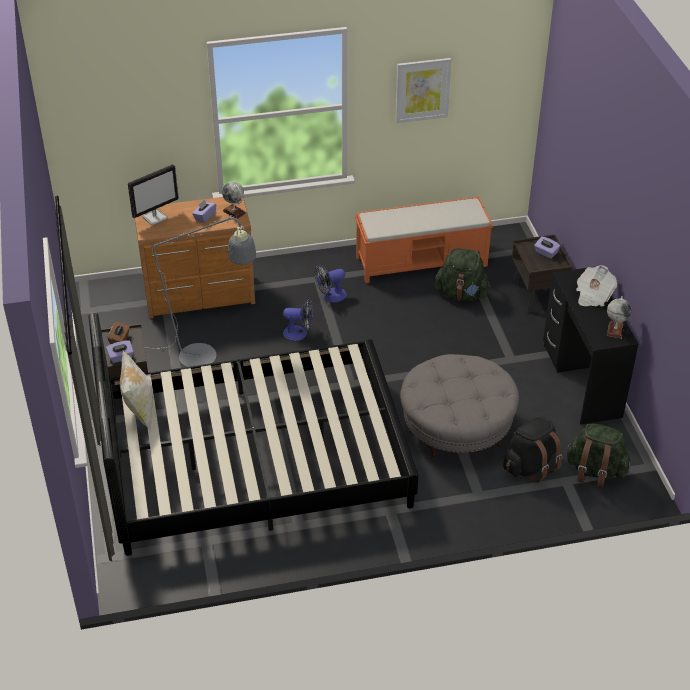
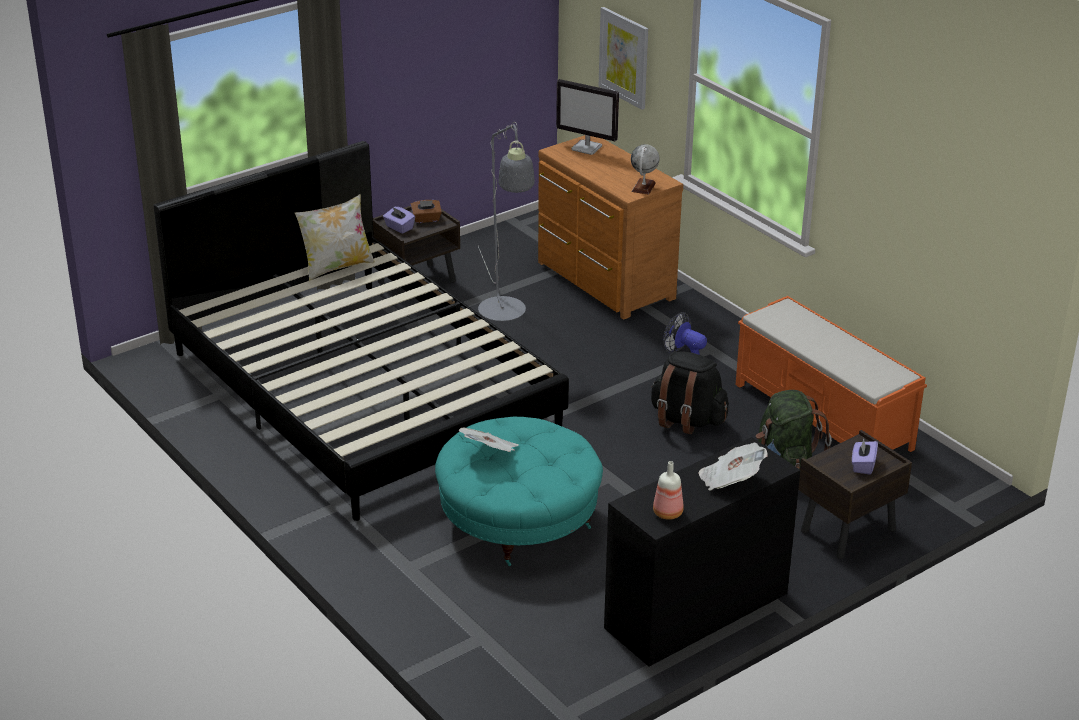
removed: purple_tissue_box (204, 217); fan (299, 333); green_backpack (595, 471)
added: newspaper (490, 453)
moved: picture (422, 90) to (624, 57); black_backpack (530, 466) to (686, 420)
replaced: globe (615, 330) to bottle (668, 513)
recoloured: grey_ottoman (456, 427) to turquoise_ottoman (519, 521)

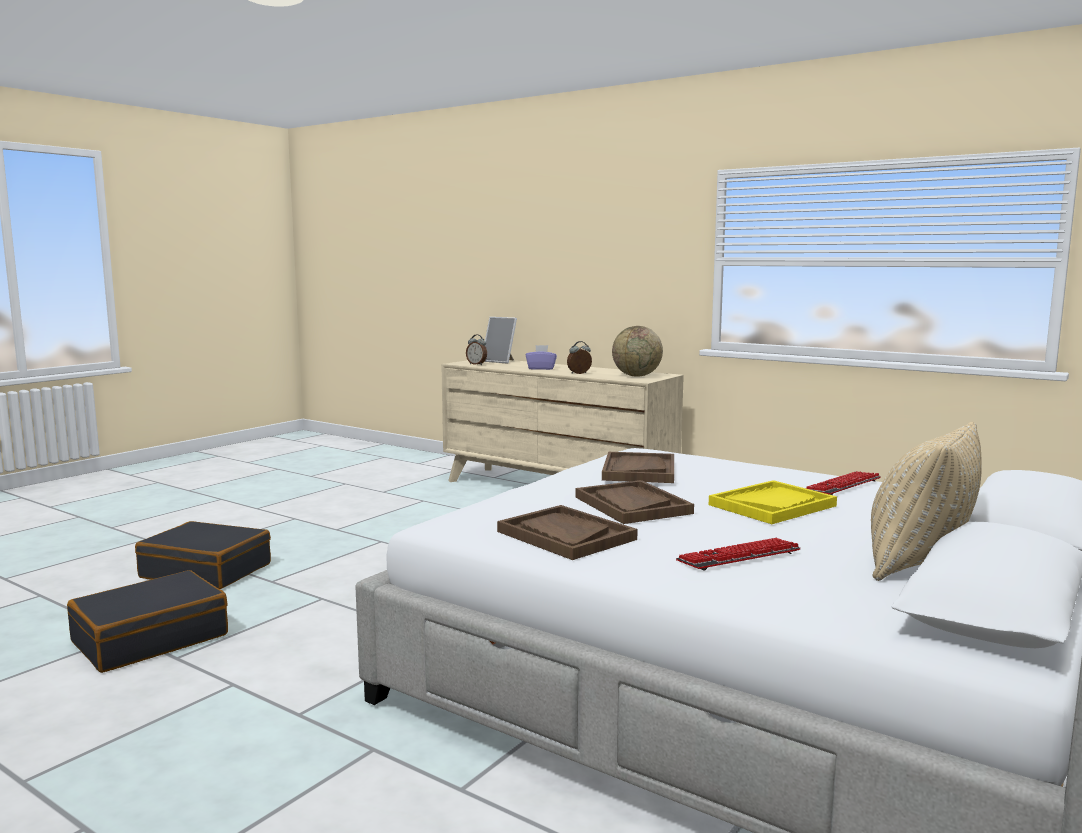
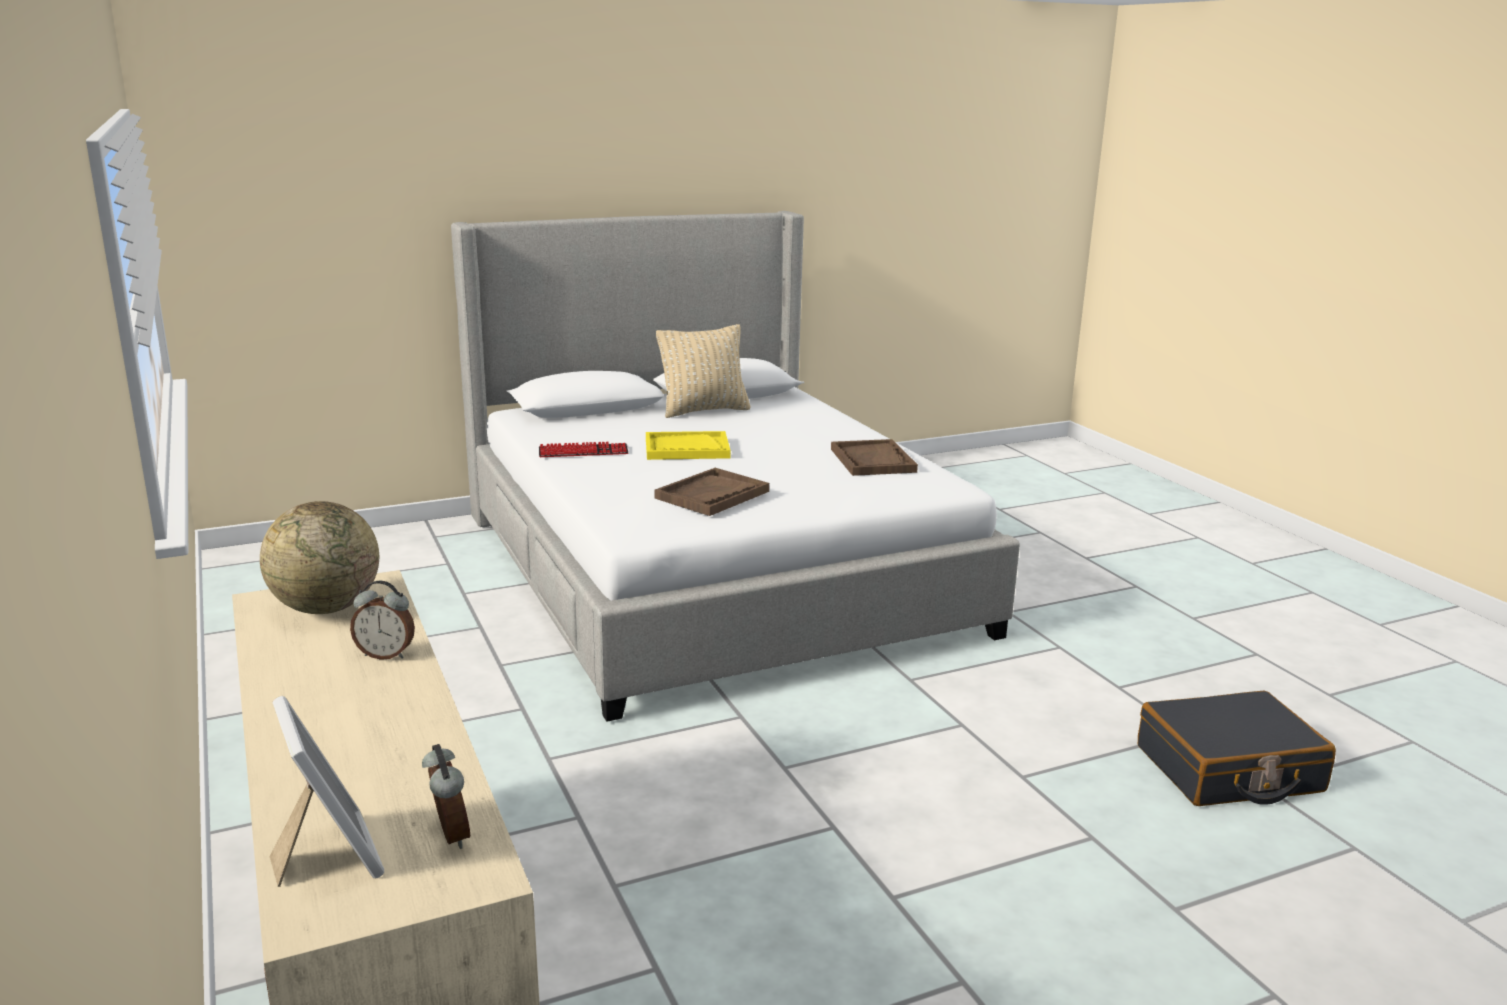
removed: black_suitcase (206, 571); purple_tissue_box (541, 368); brown_tray (632, 505); keyboard (738, 557)

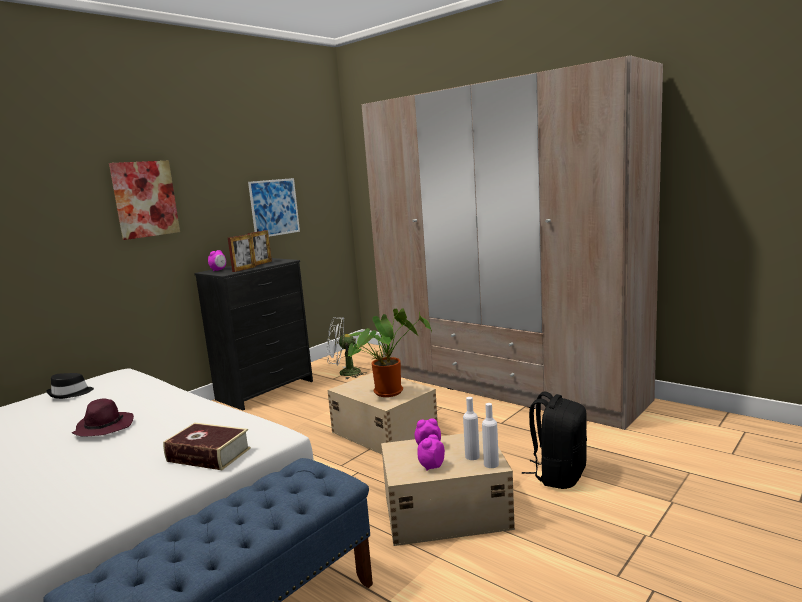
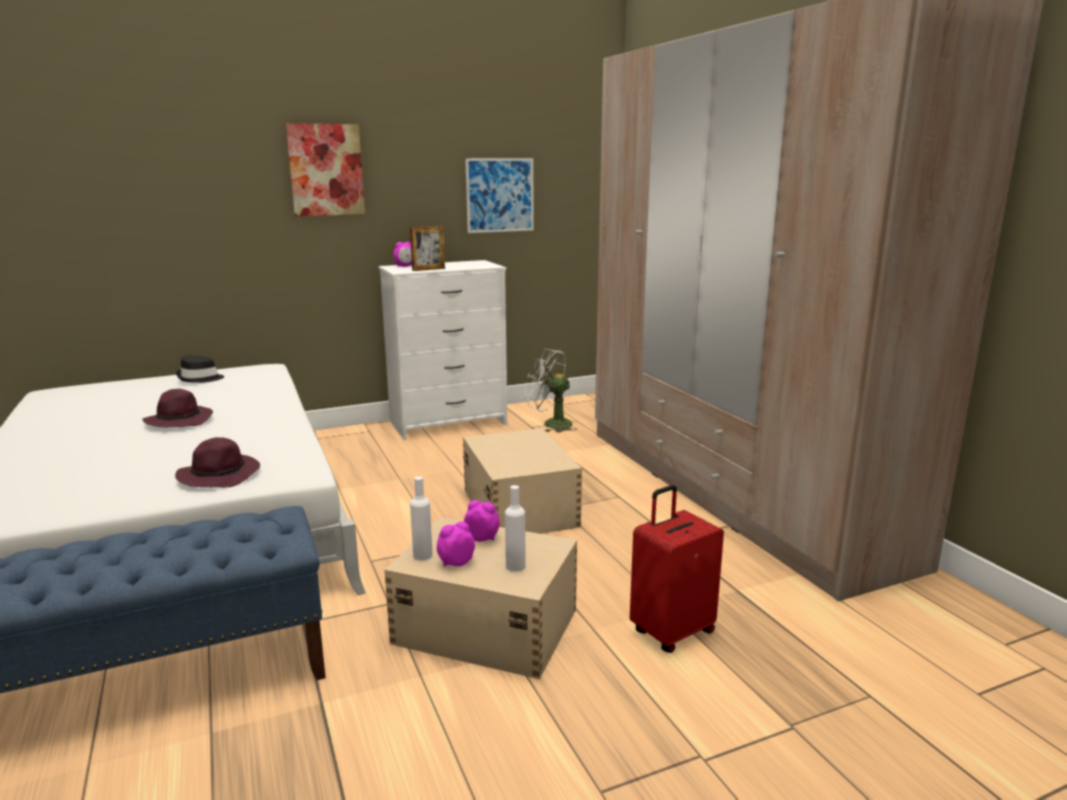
removed: picture_frame (261, 263); potted_plant (390, 391)
moved: white_bottle (491, 464) to (422, 555)
replaced: book (208, 455) to purple_hat (220, 475); black_backpack (558, 475) to red_suitcase (671, 631)
recoloured: black_dresser (265, 390) to white_dresser (448, 423)

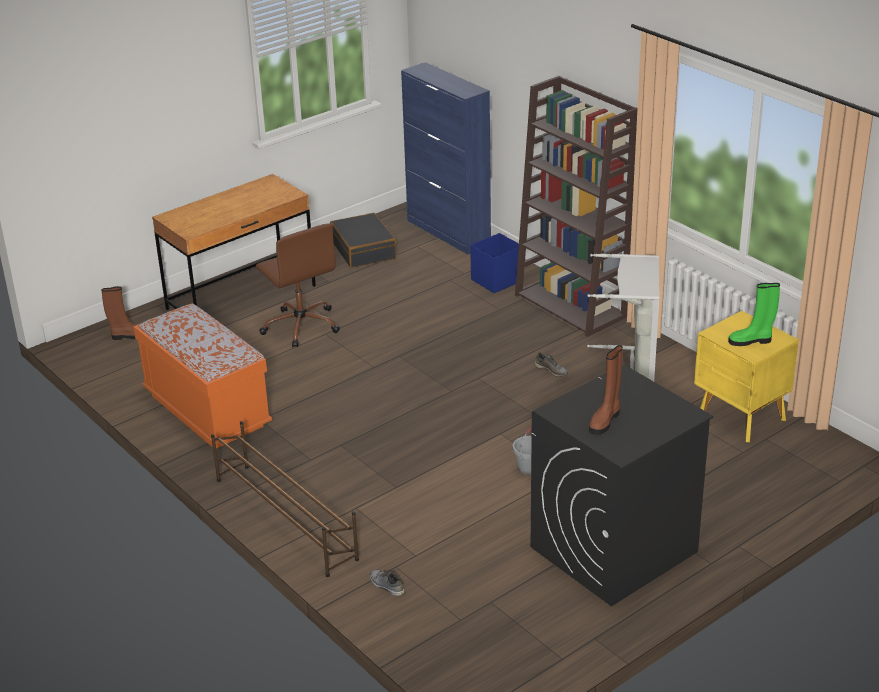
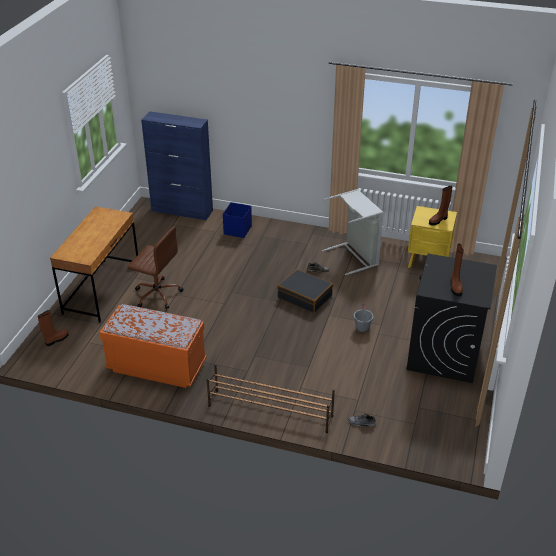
removed: brown_bookcase (572, 306)
moved: black_suitcase (364, 250) to (305, 296)
recoloured: green_boot (751, 341) to brown_boot (438, 220)

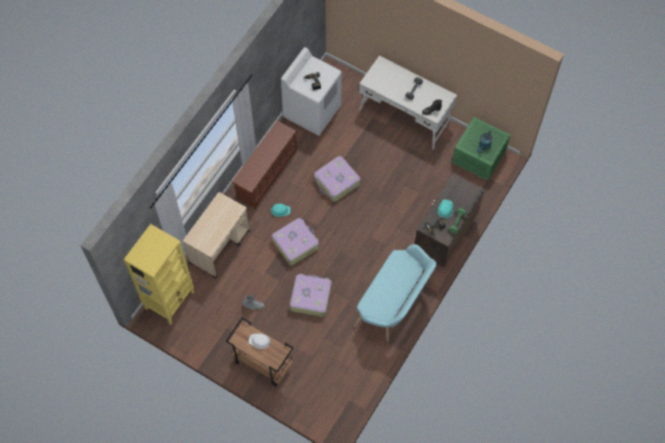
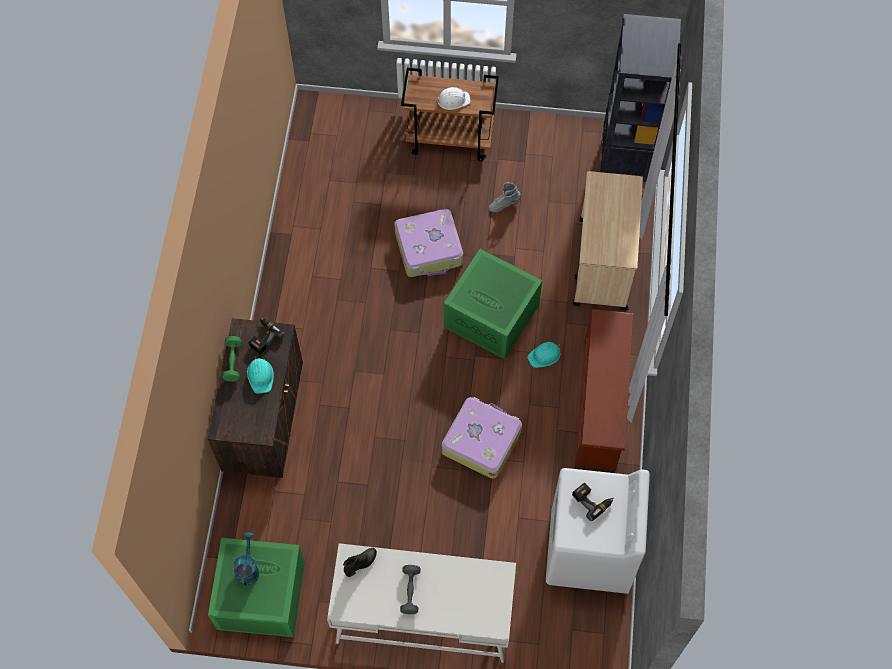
removed: turquoise_bench (394, 304)
replaced: suitcase (295, 243) to green_storage_box (493, 315)
recoloured: yellow_bookcase (170, 300) to black_bookcase (624, 165)

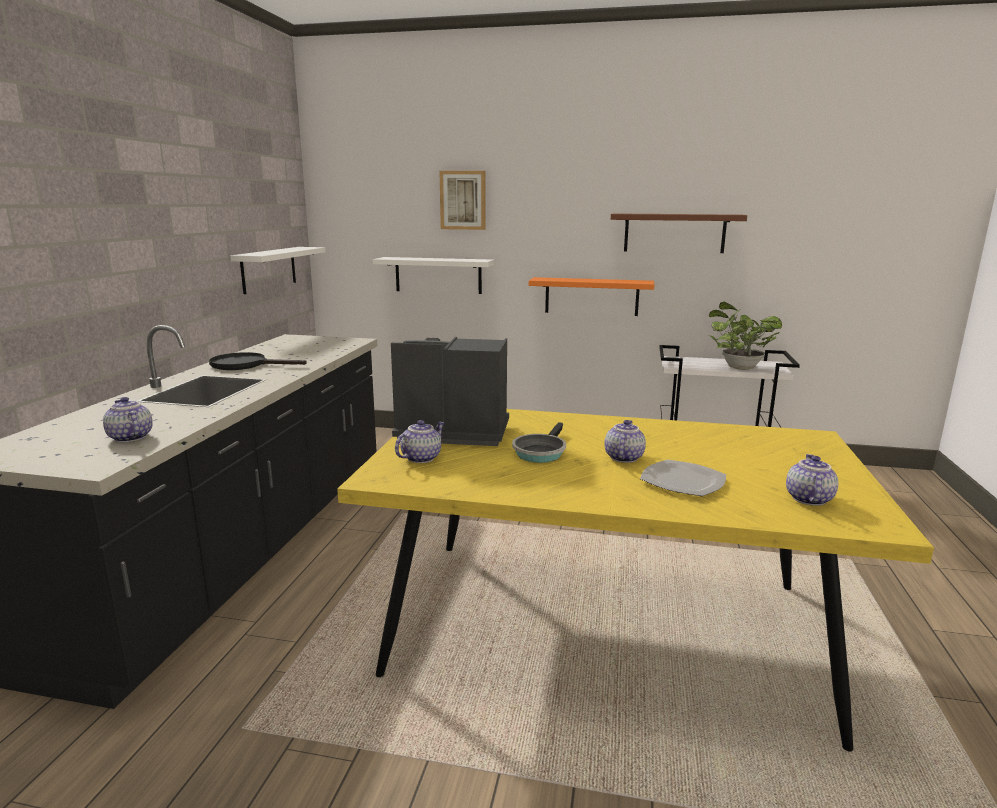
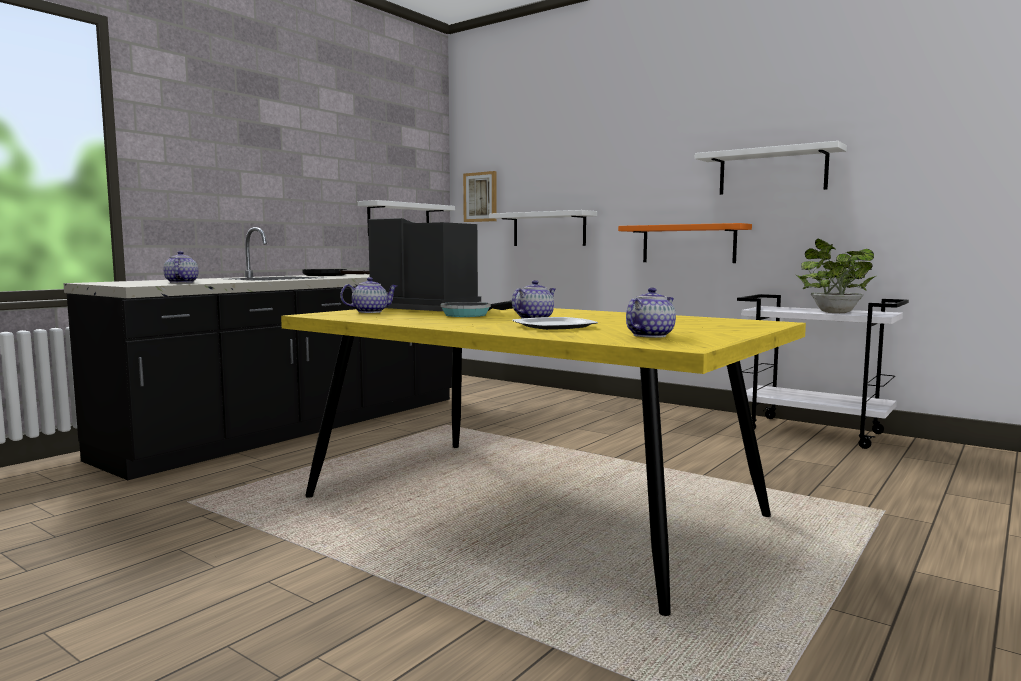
moved: picture (463, 200) to (480, 197)
recoloured: brown_shelf (674, 233) to white_shelf (772, 171)

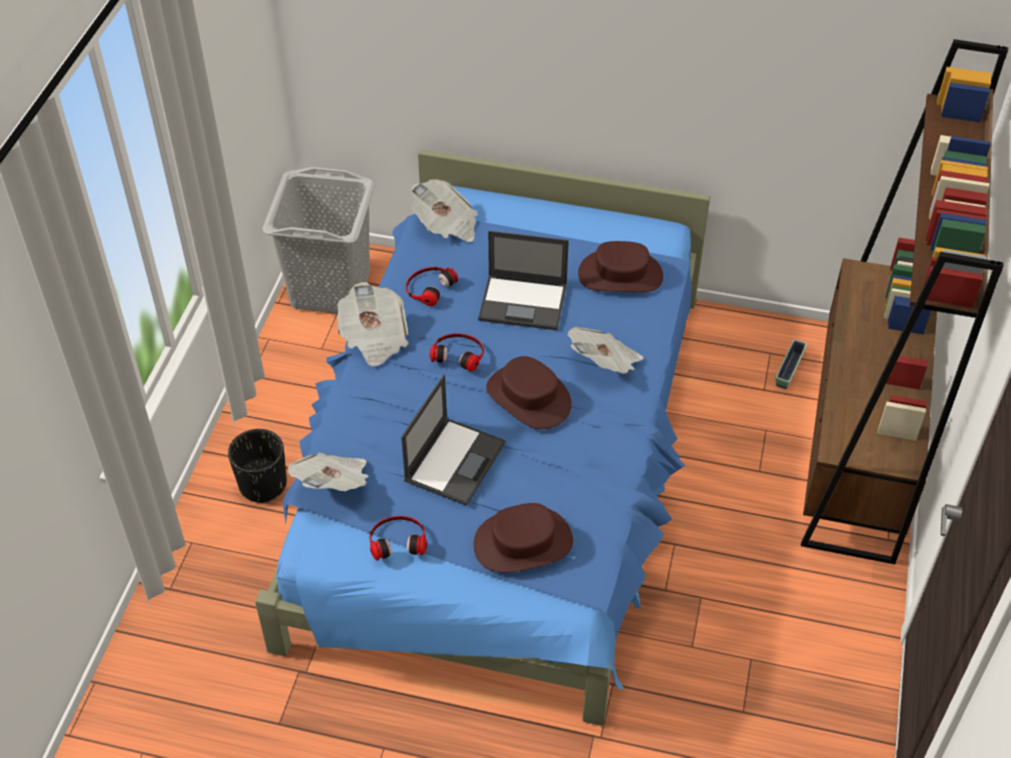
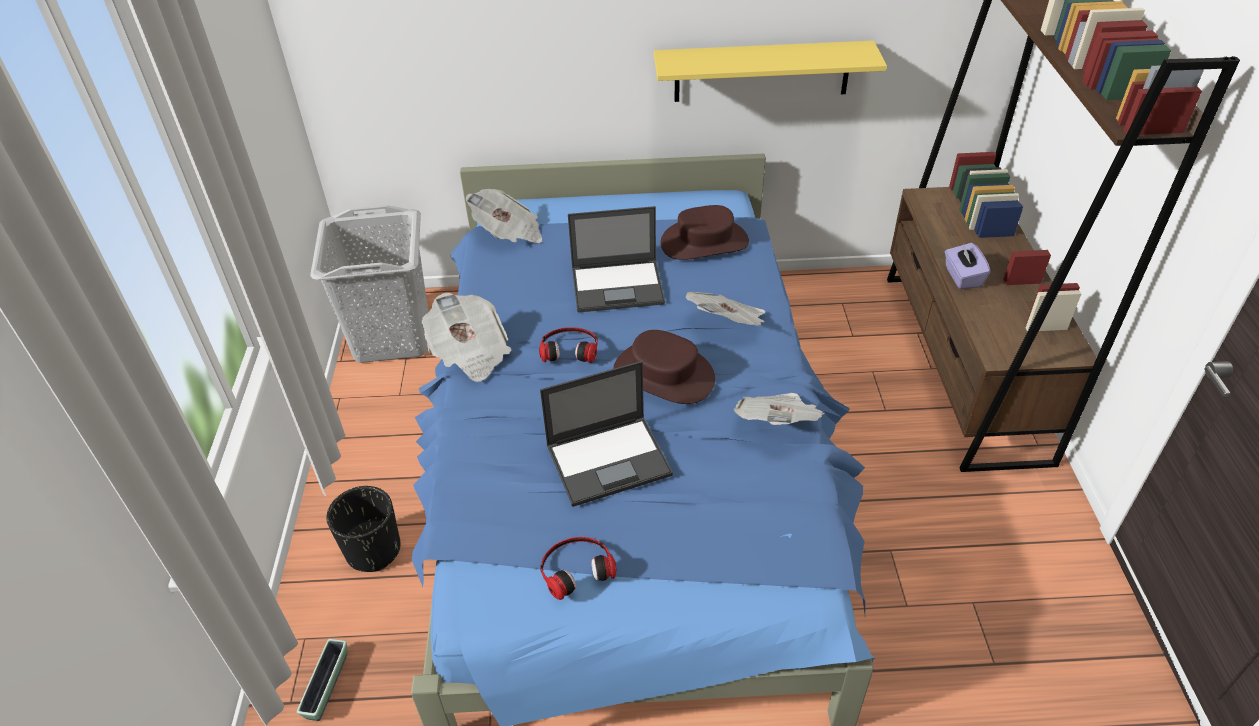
removed: headphones (429, 287); brown_hat (523, 543)
added: yellow_shelf (762, 71); purple_tissue_box (962, 277)
moved: planter (789, 370) to (327, 685); newspaper (334, 484) to (777, 424)
turned: laptop (455, 460) = (610, 459) 60 degrees clockwise

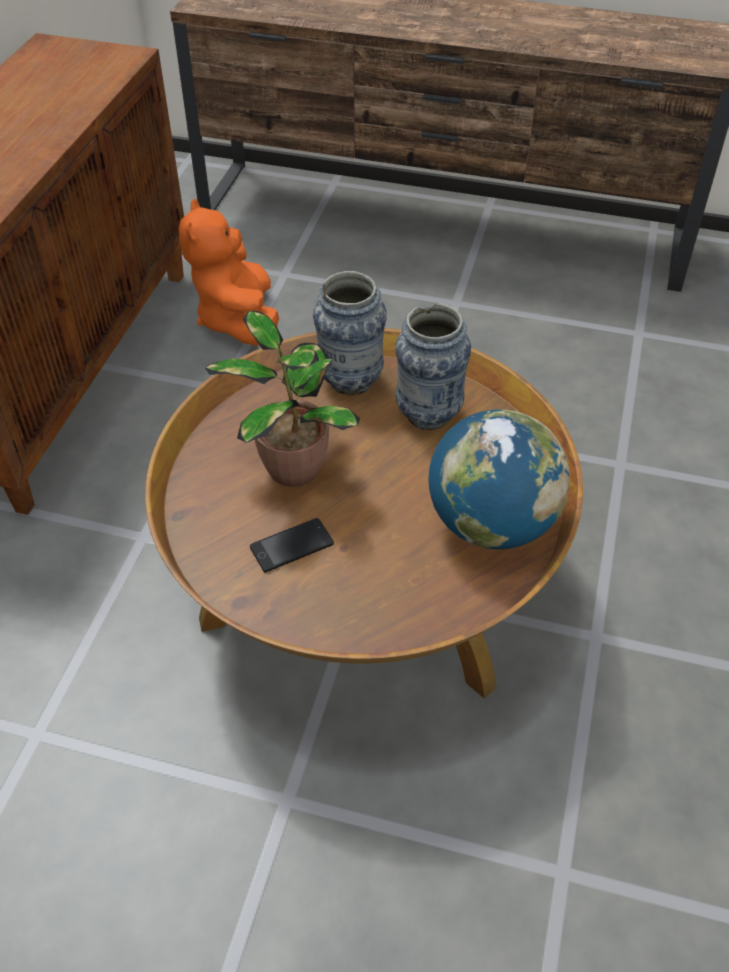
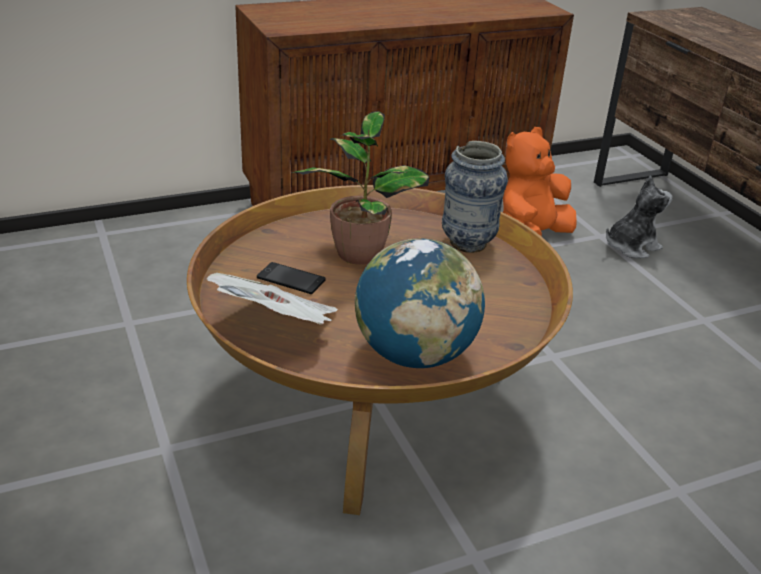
removed: vase (428, 415)
added: newspaper (278, 327); plush_toy (631, 247)

